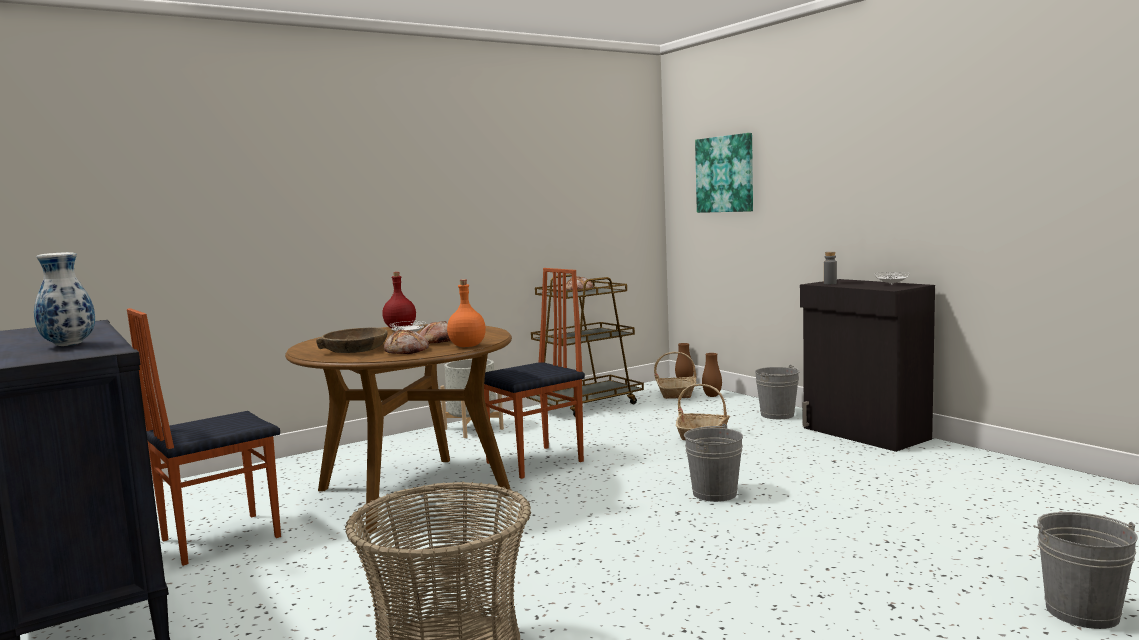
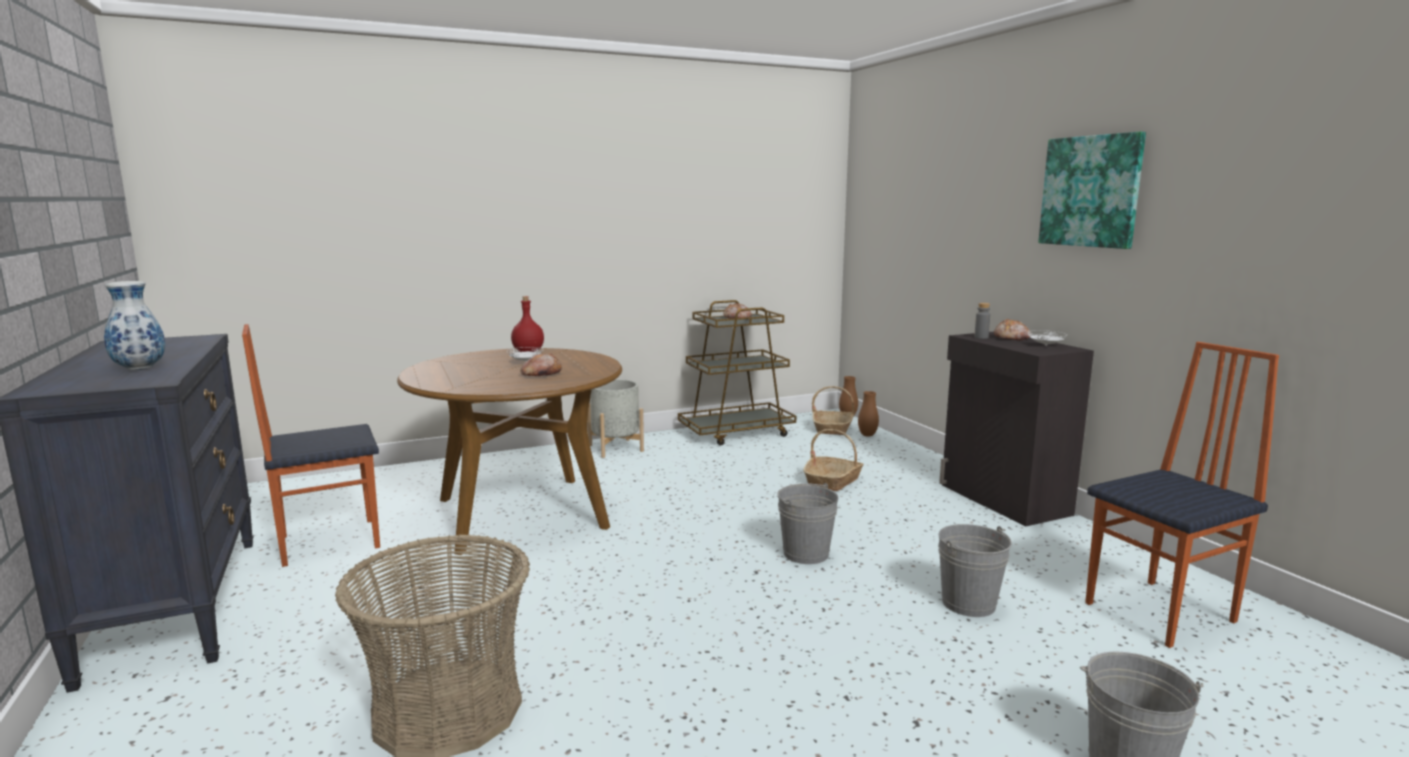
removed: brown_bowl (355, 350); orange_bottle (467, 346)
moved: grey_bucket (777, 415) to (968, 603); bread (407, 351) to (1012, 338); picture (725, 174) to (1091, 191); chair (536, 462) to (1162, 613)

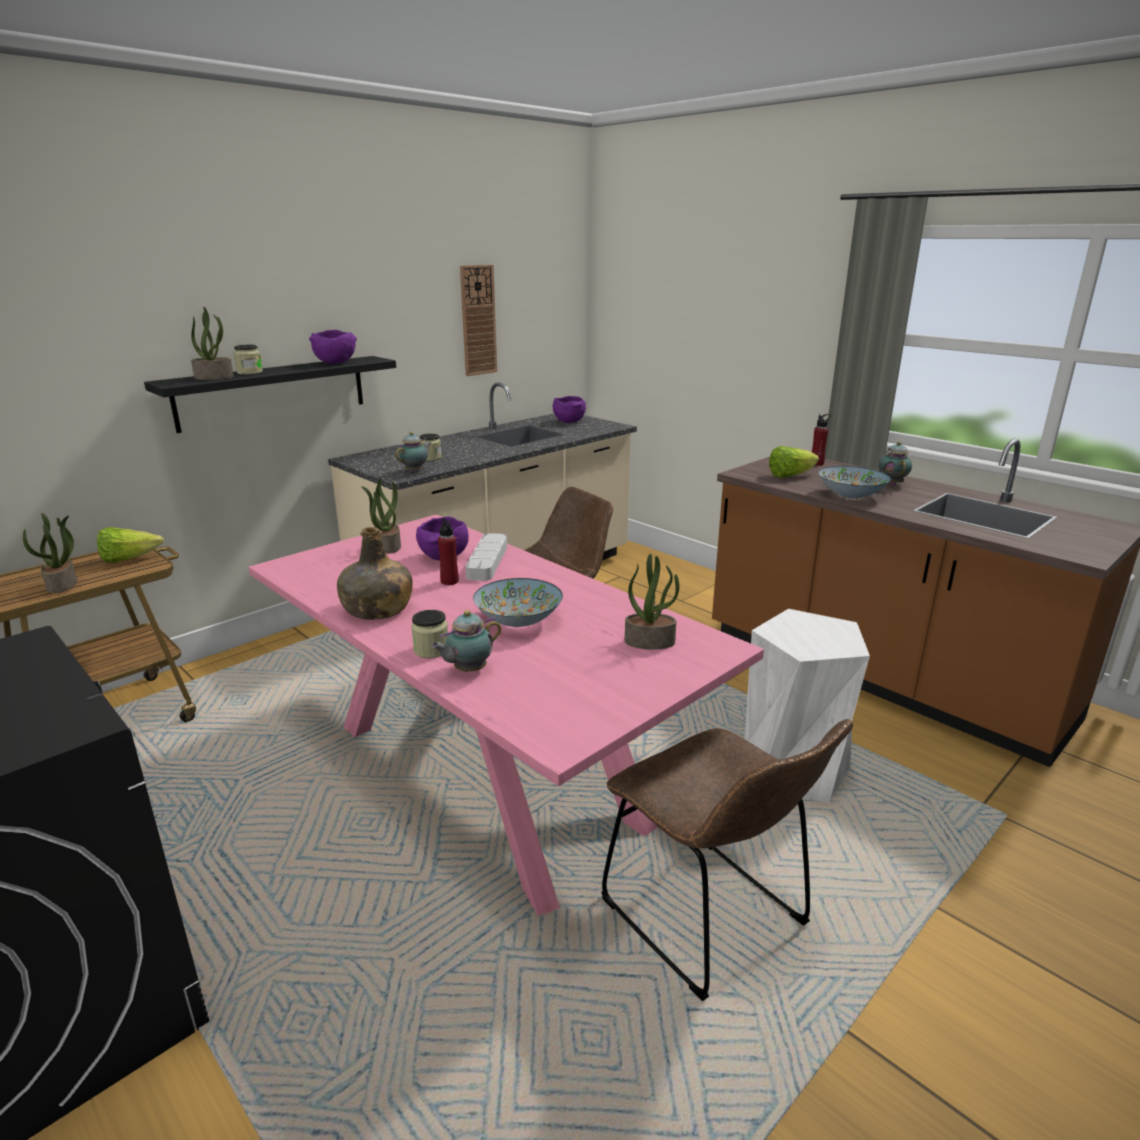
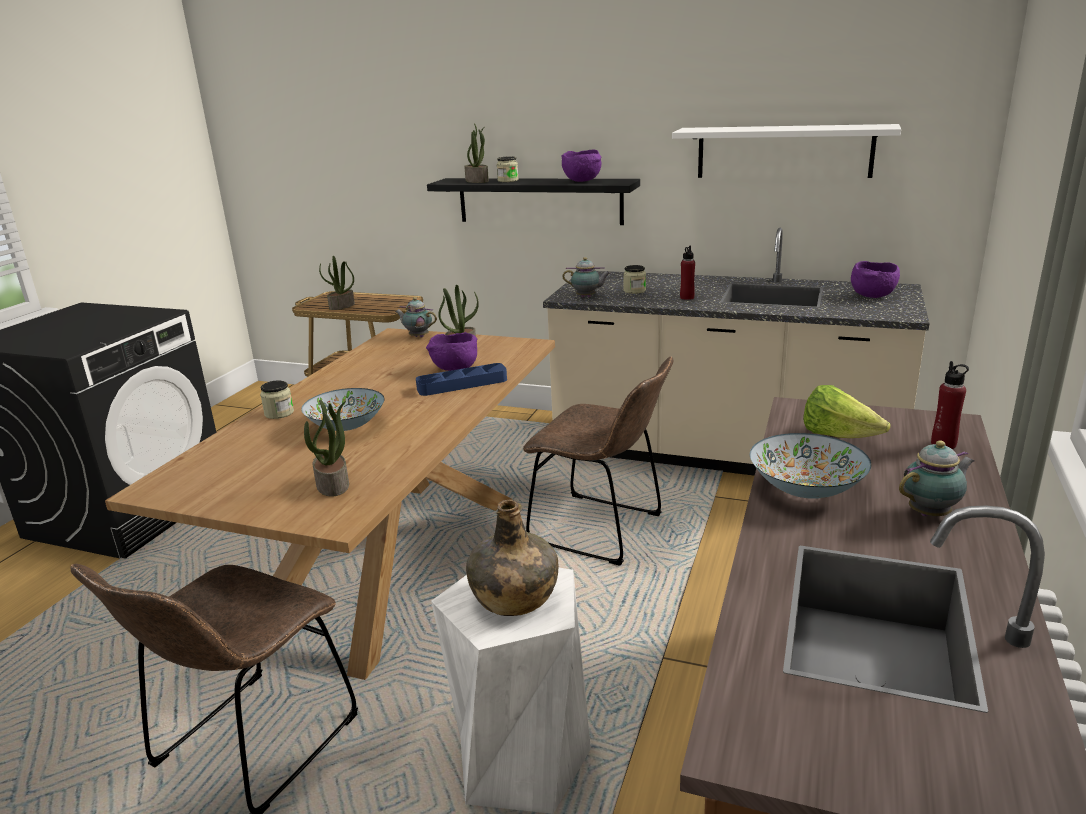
removed: lettuce (129, 559)
moved: teapot (468, 670) to (418, 336); green_bottle (377, 609) to (513, 597); red_bottle (449, 581) to (687, 297)
replaced: wall_clock (478, 320) to white_shelf (784, 152)
recoloured: pink_dining_table (484, 774) to brown_dining_table (394, 563); grey_tray (487, 561) to blue_tray (462, 384)

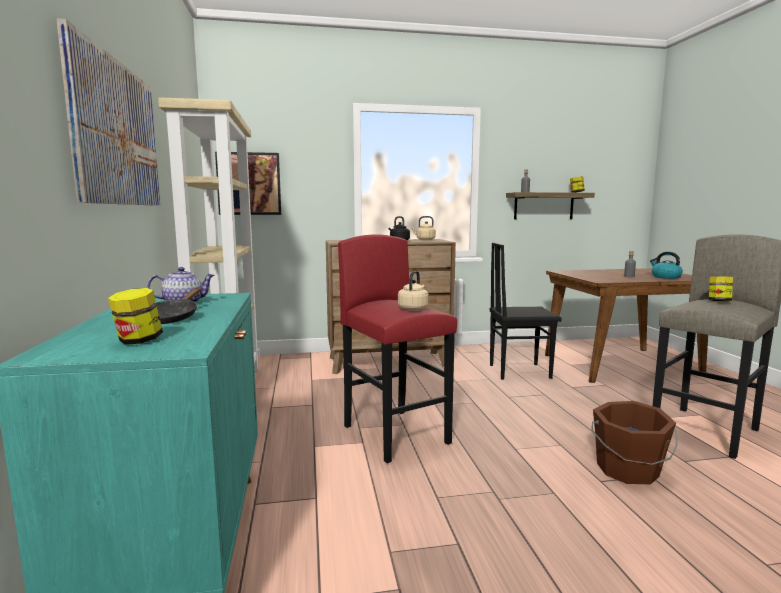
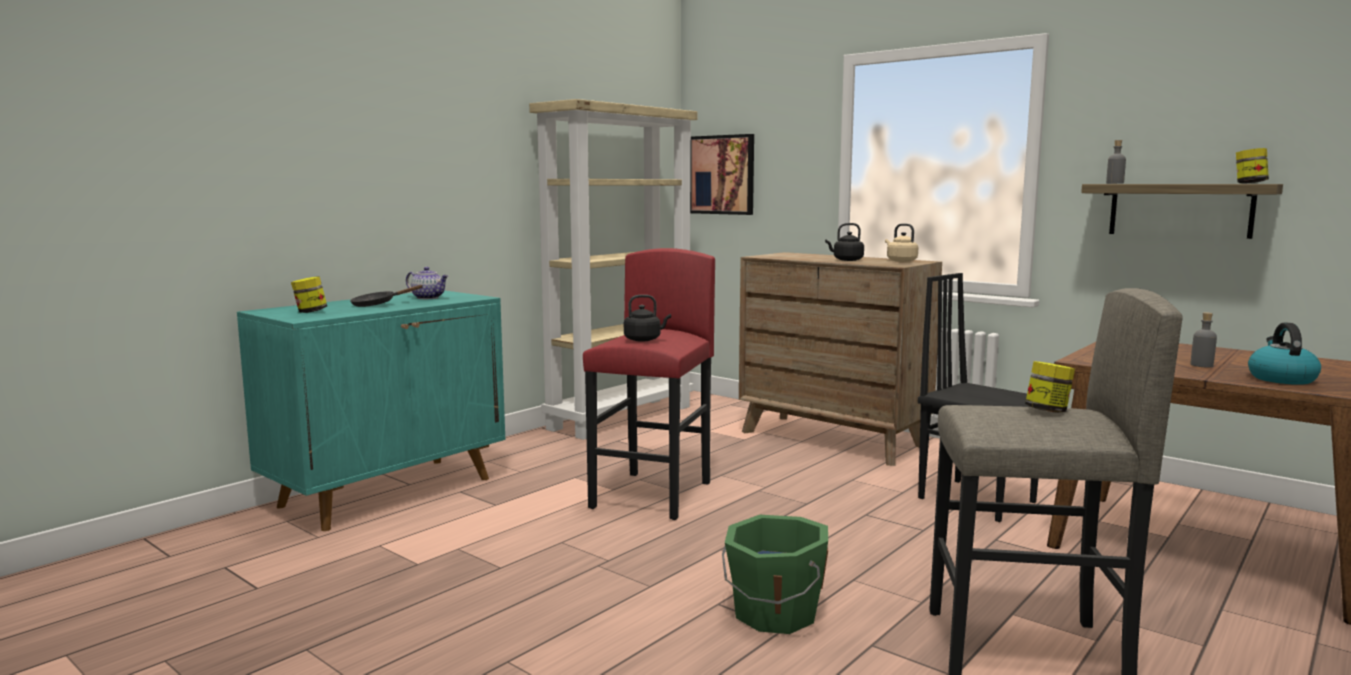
removed: picture (116, 133)
recoloured: beige_kettle (413, 308) to black_kettle (644, 339); brown_bucket (628, 470) to green_bucket (774, 614)

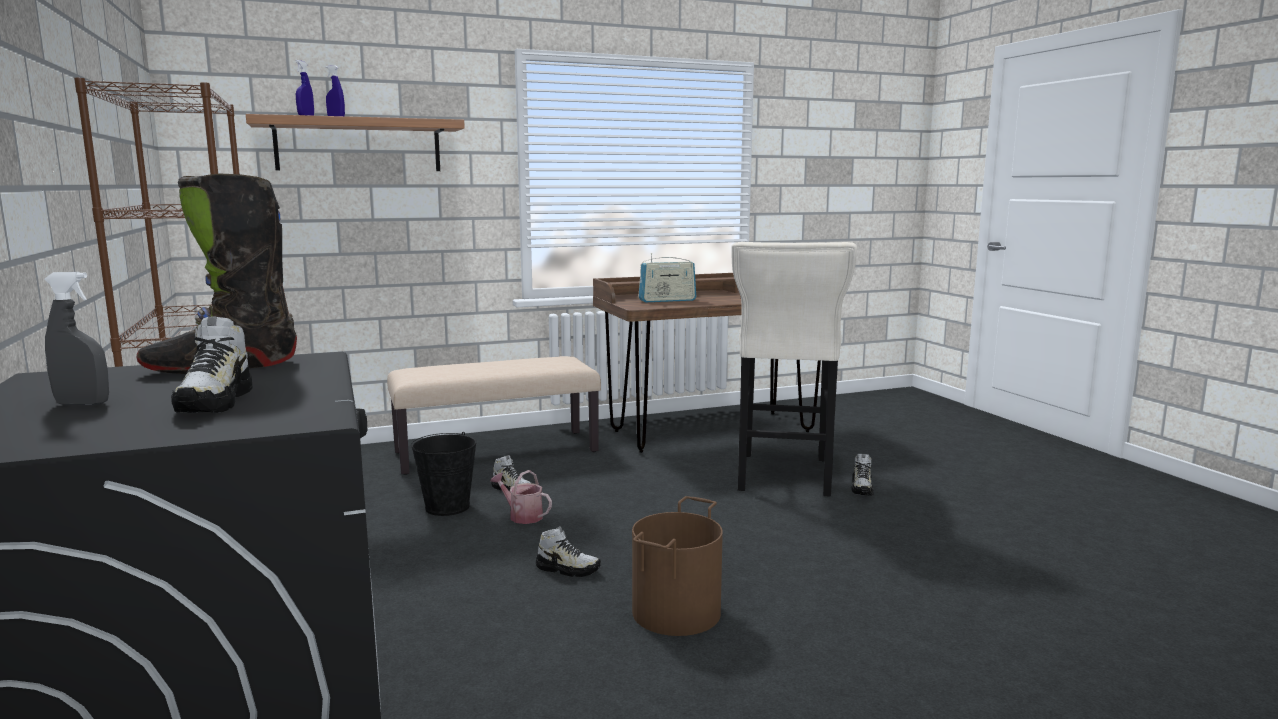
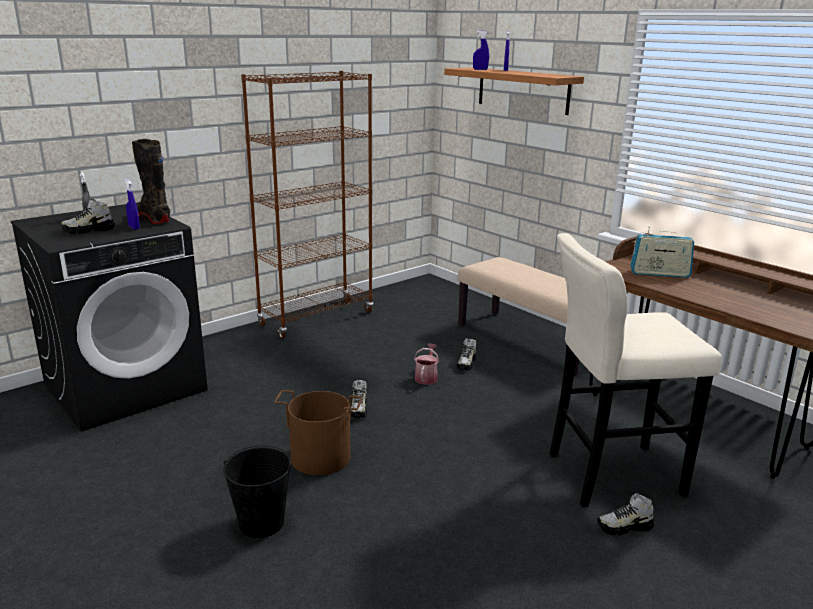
added: blue_spray_bottle (134, 227)
moved: black_bucket (448, 507) to (261, 523)
turned: radio (667, 300) = (659, 273) 45 degrees counterclockwise

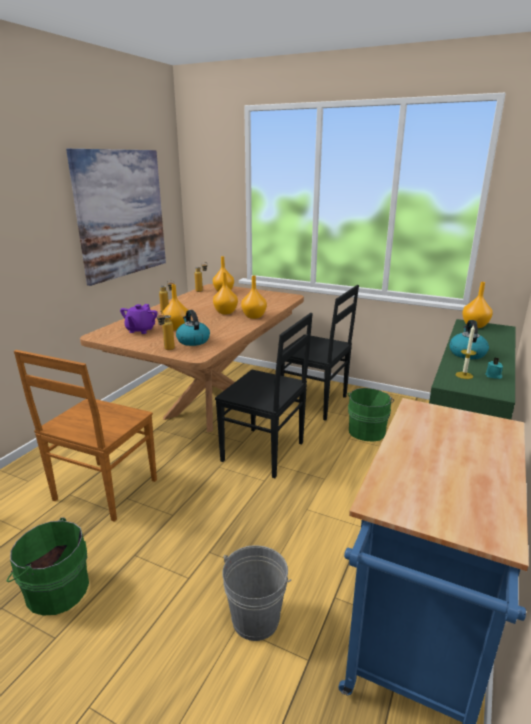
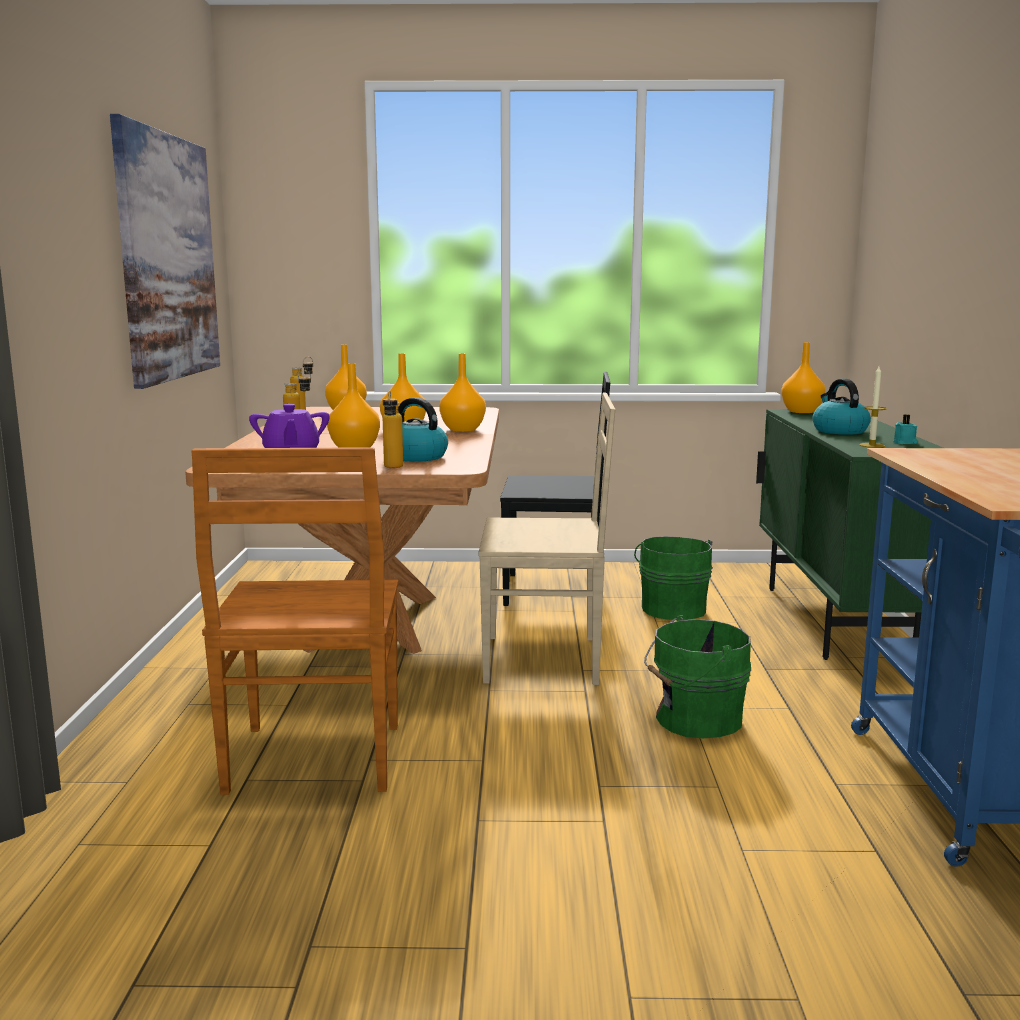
removed: grey_bucket (255, 619)
moved: green_bucket (55, 589) to (694, 719)
recoloured: black_chair (265, 452) to beige_chair (546, 659)

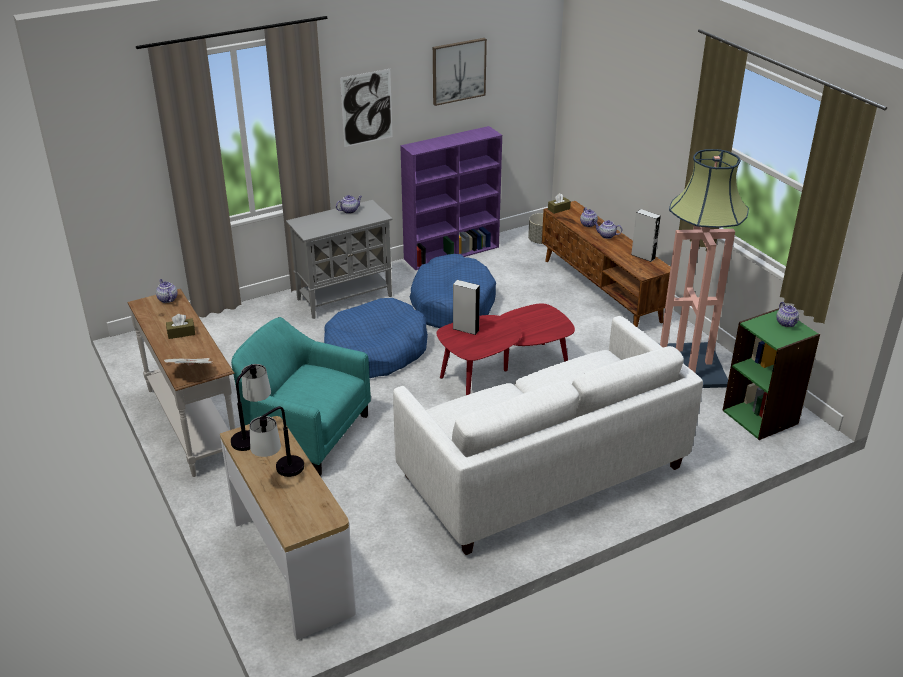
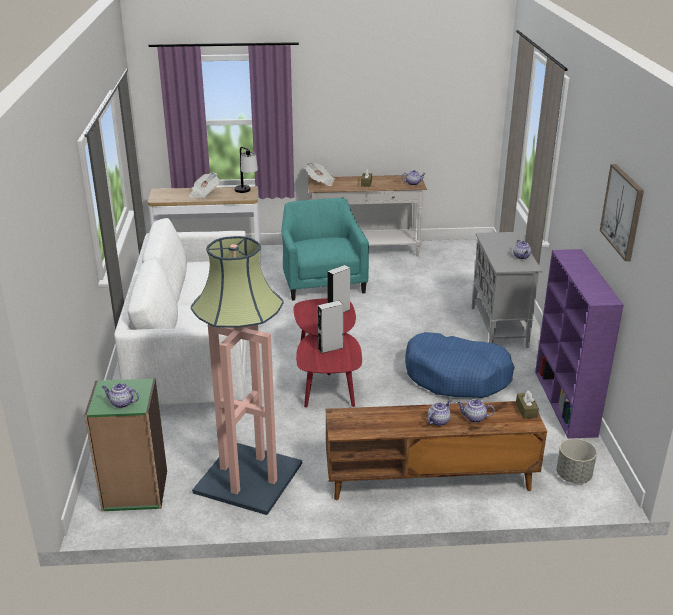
removed: blue_dog_bed (375, 352); picture (366, 108)
moved: grey_speaker (643, 256) to (330, 348)
replaced: table_lamp (280, 475) to newspaper (204, 194)
turned: turquoise_armchair (305, 433) = (322, 281) 60 degrees counterclockwise

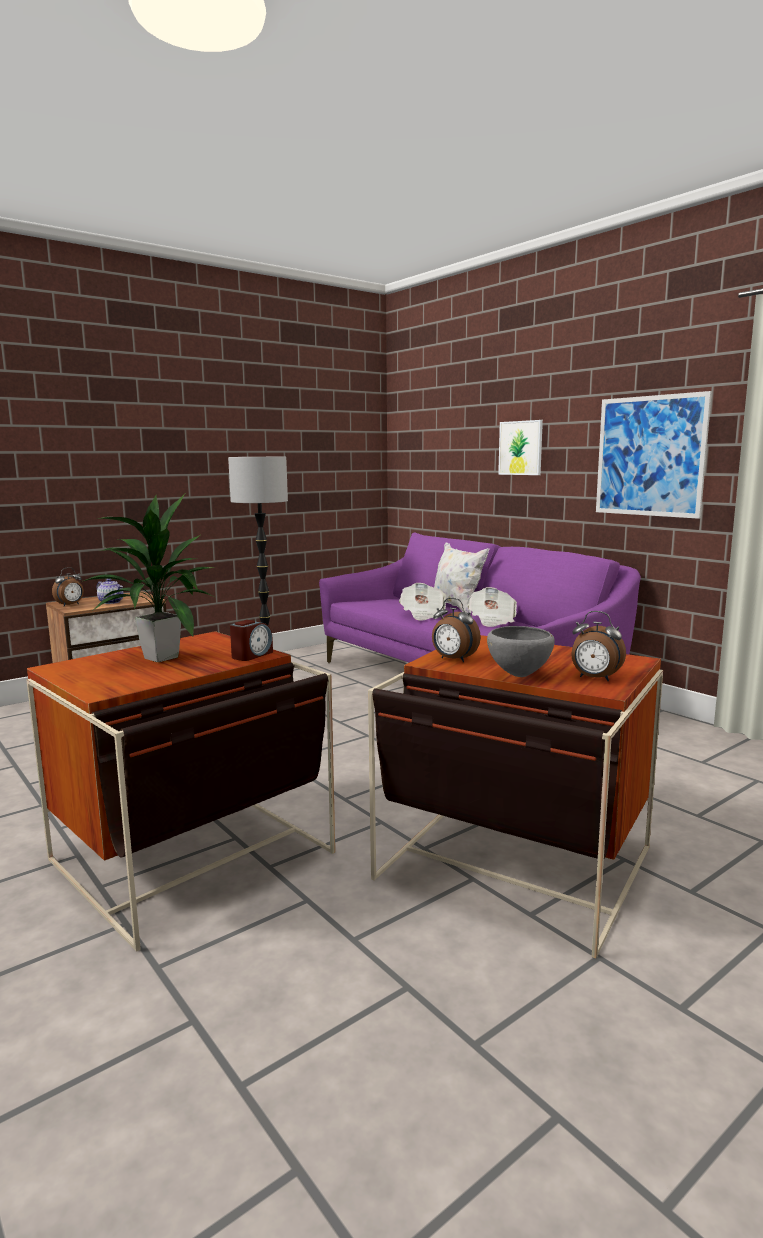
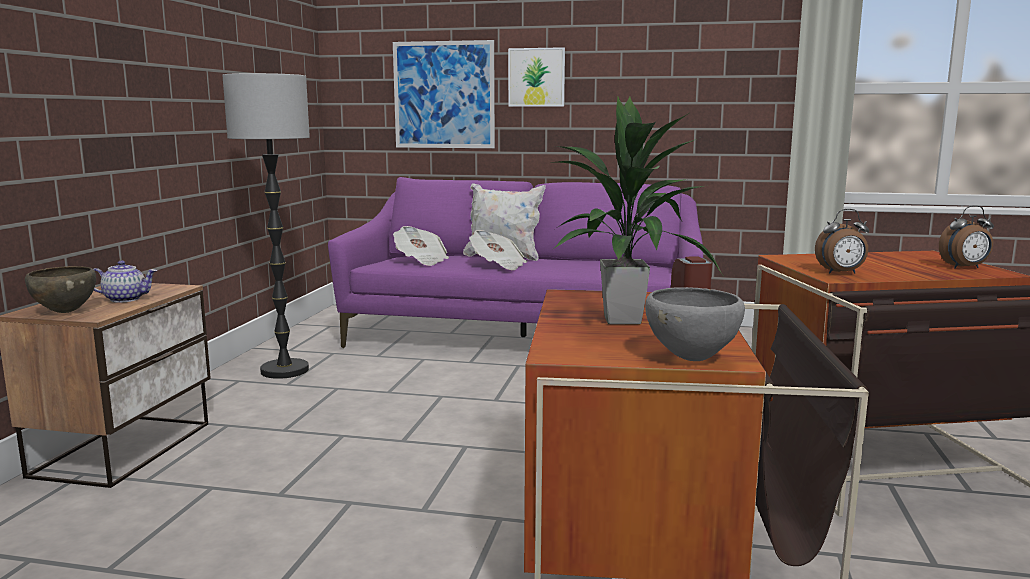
moved: picture (649, 456) to (444, 95); newspaper (492, 621) to (421, 261); grey_bowl (520, 675) to (692, 359)
replaced: alarm_clock (70, 605) to brown_bowl (65, 312)

